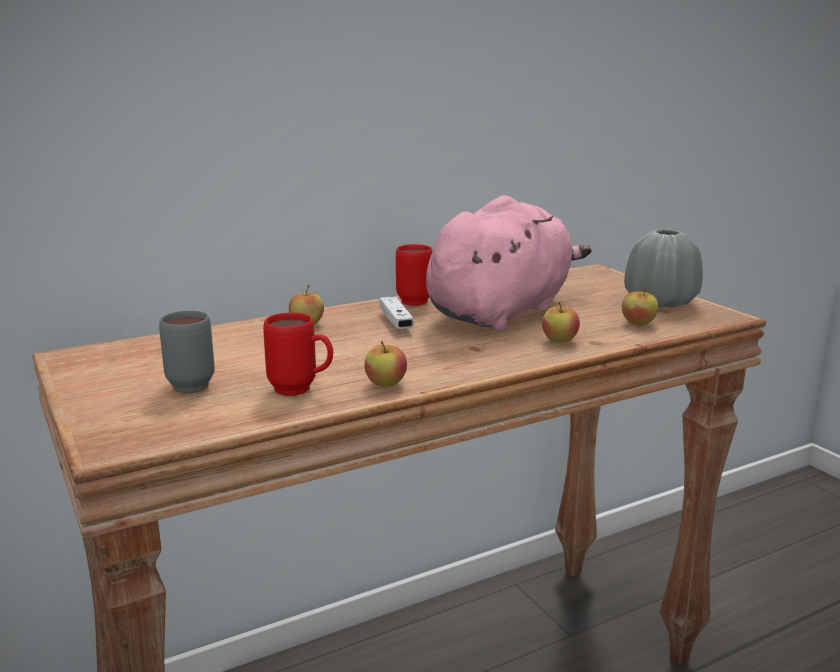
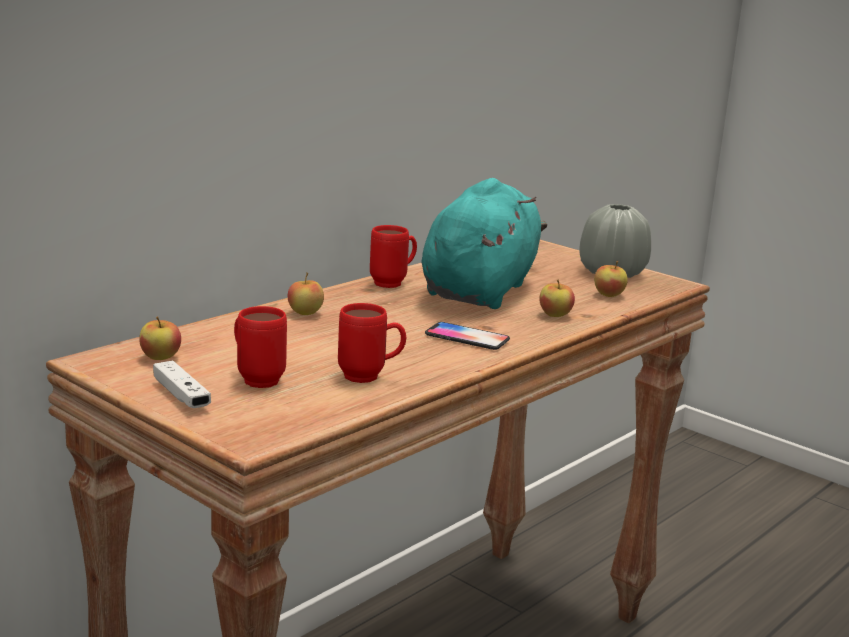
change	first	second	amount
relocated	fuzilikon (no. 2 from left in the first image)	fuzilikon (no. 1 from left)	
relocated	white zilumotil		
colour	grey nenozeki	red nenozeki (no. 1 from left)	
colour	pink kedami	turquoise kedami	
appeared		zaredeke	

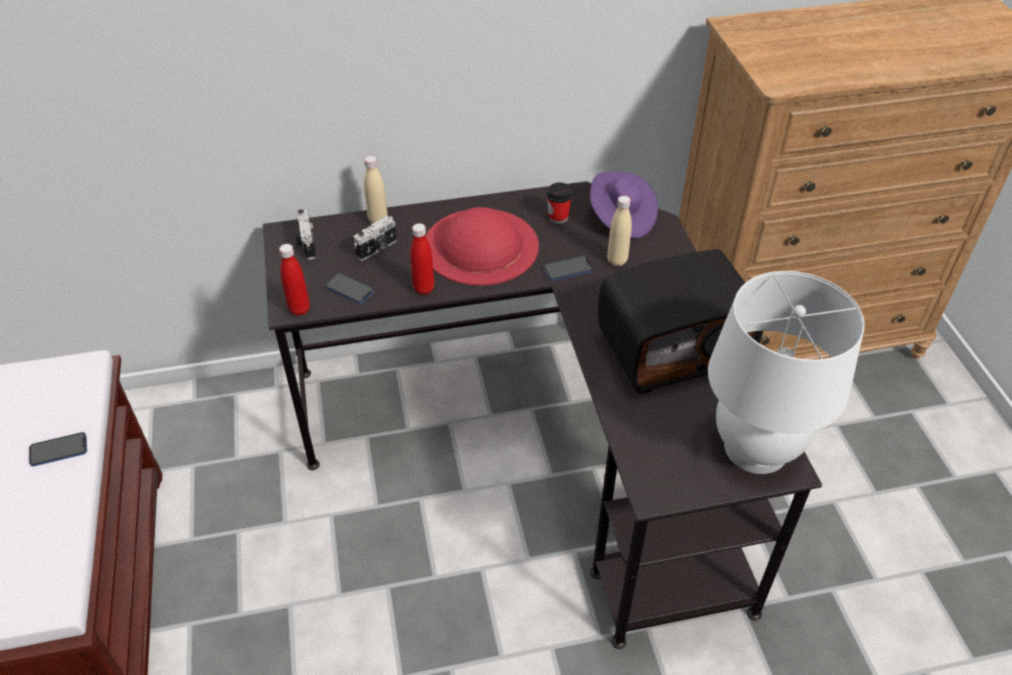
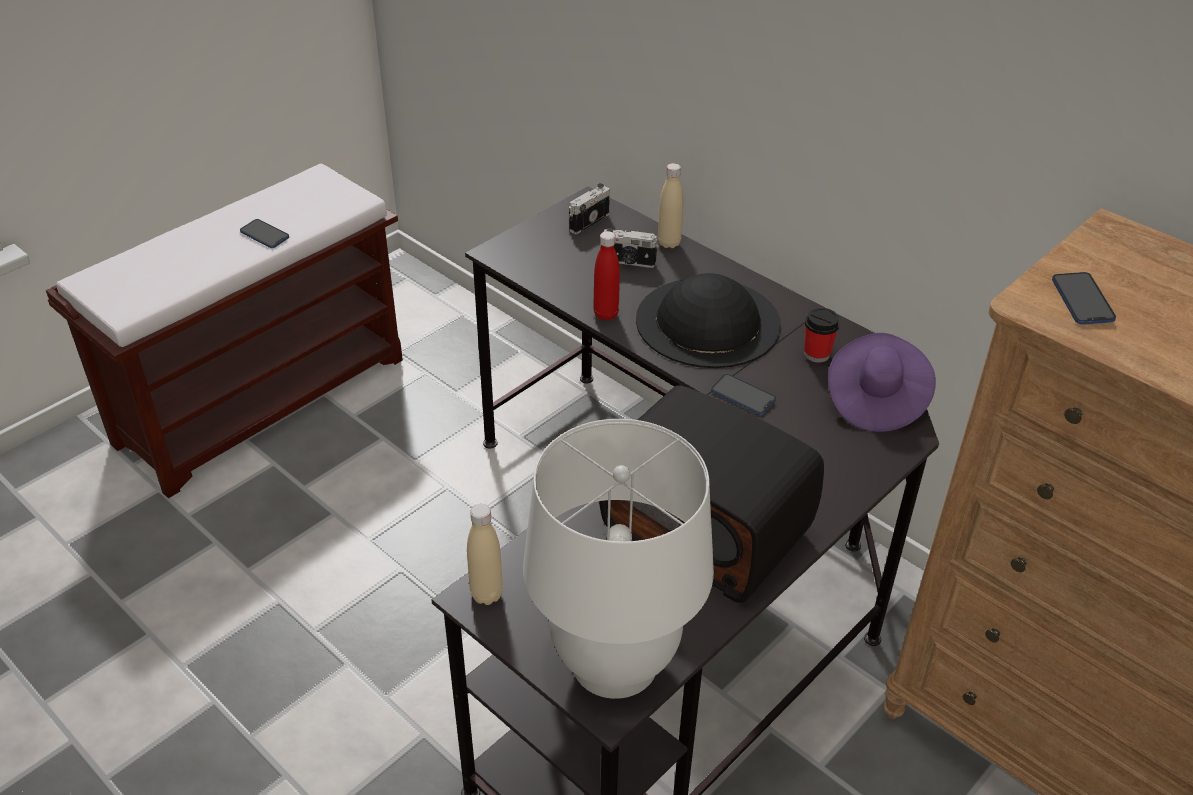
change	first	second	amount
relocated	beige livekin (no. 2 from left in the first image)	beige livekin (no. 1 from left)	
colour	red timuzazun	black timuzazun	
relocated	zaredeke (no. 2 from left in the first image)	zaredeke (no. 3 from left)	
missing	red livekin (no. 1 from left)		

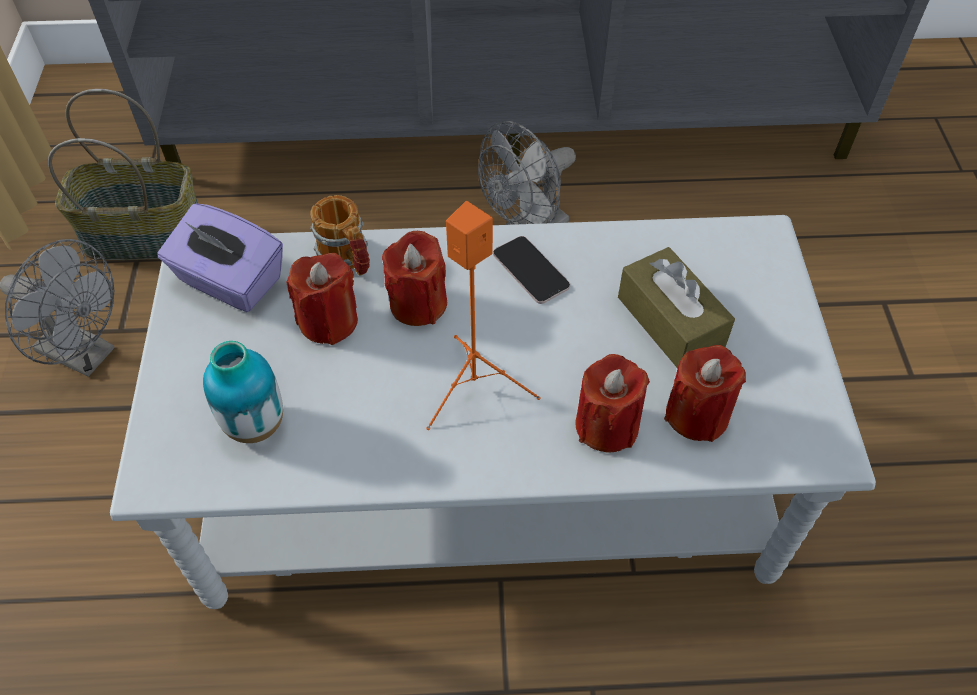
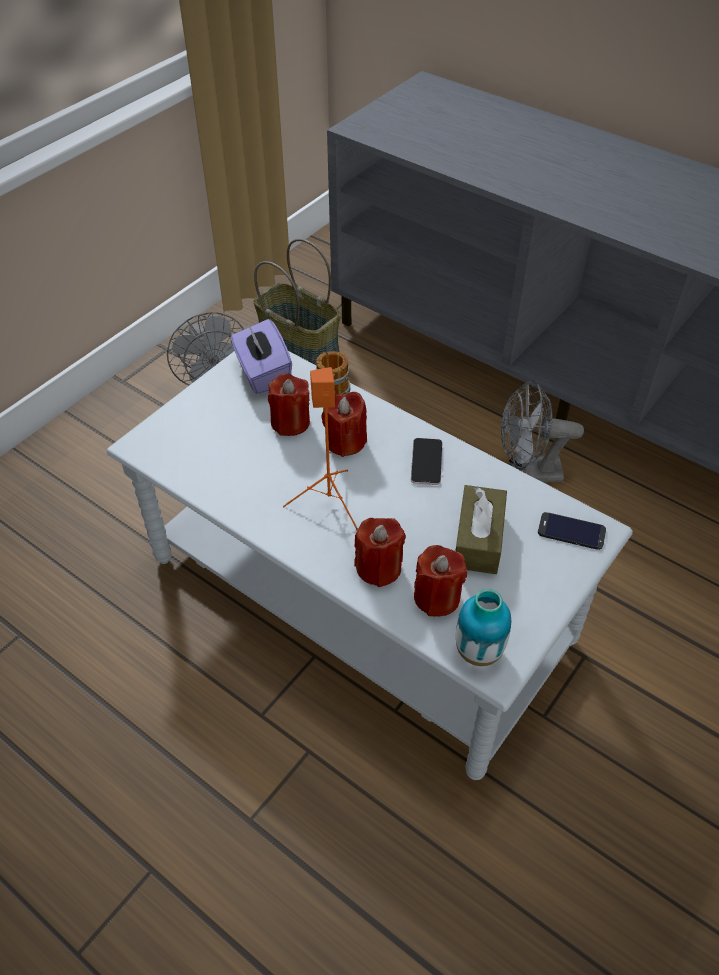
change	first	second	amount
relocated	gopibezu		
appeared		zaredeke (no. 2 from left)	

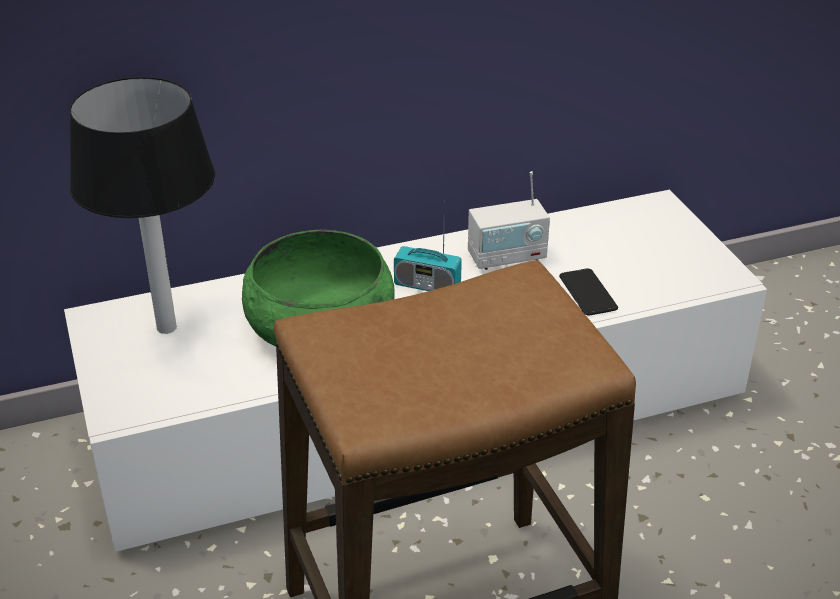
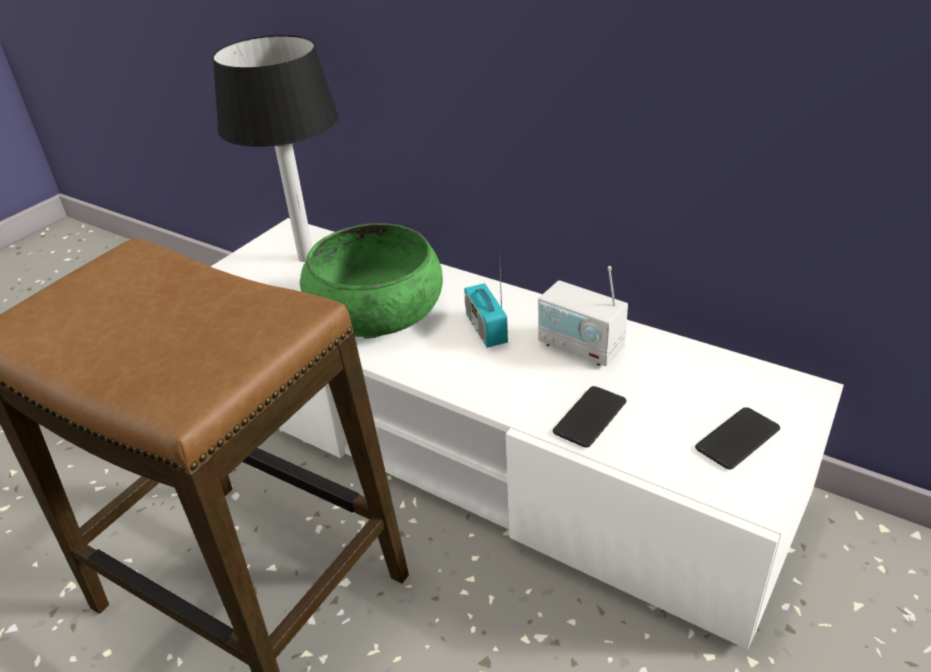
change	first	second	amount
appeared		zaredeke (no. 2 from left)	

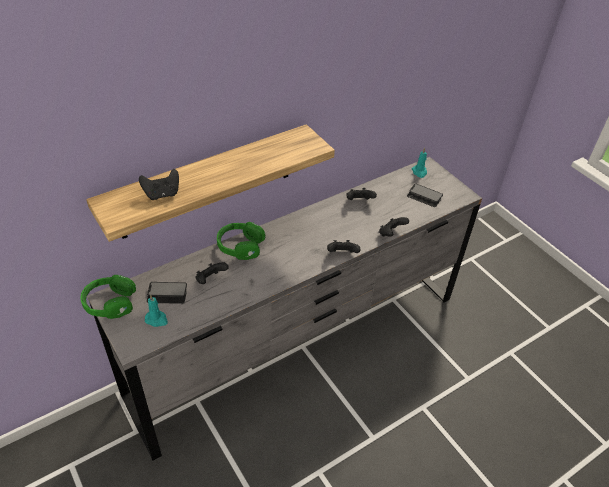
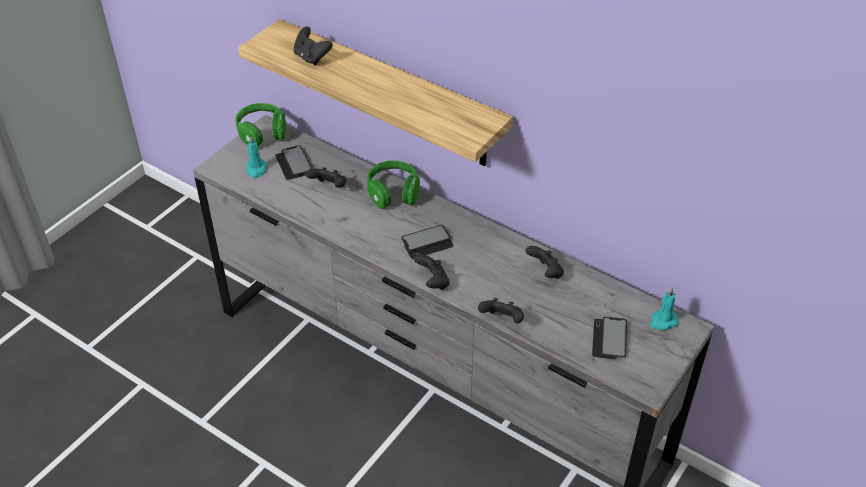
change	first	second	amount
appeared		zaredeke (no. 2 from left)	

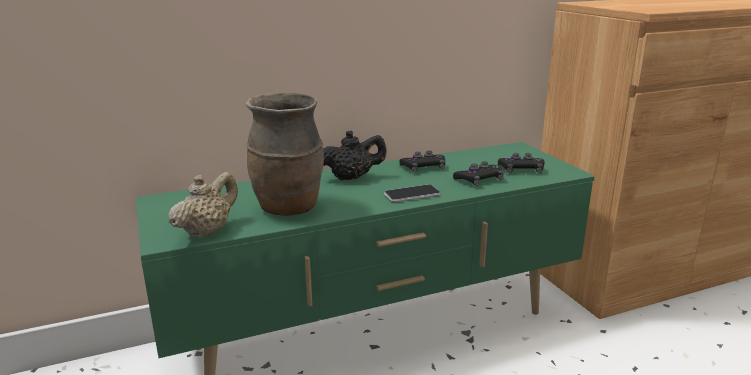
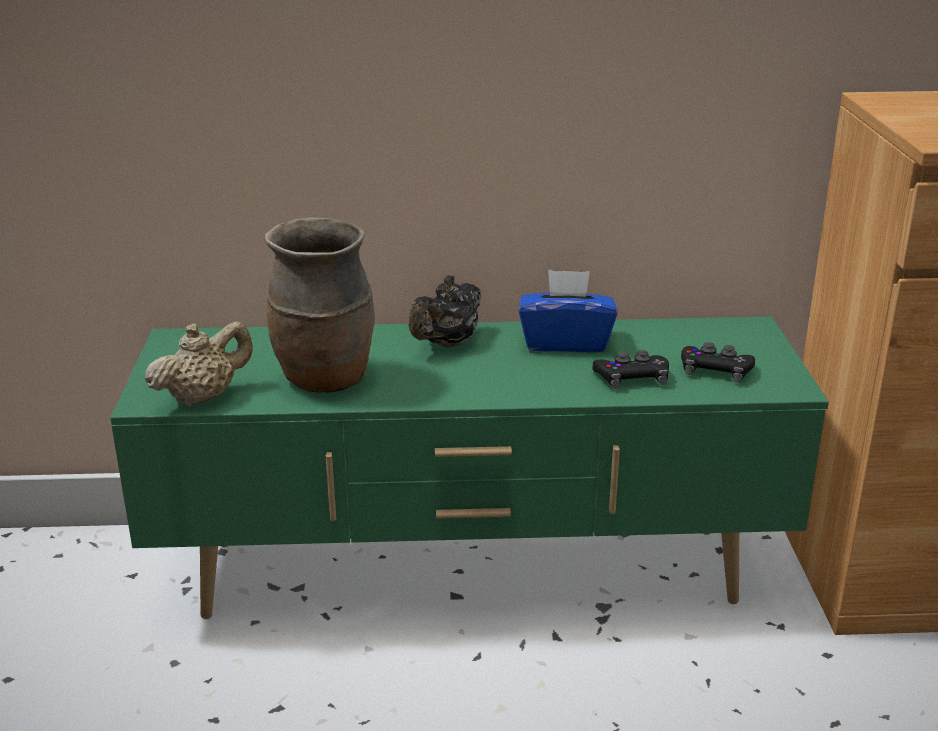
change	first	second	amount
spun	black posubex		120 degrees clockwise
exchanged	black zilumotil (no. 1 from left)	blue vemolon	
missing	zaredeke		

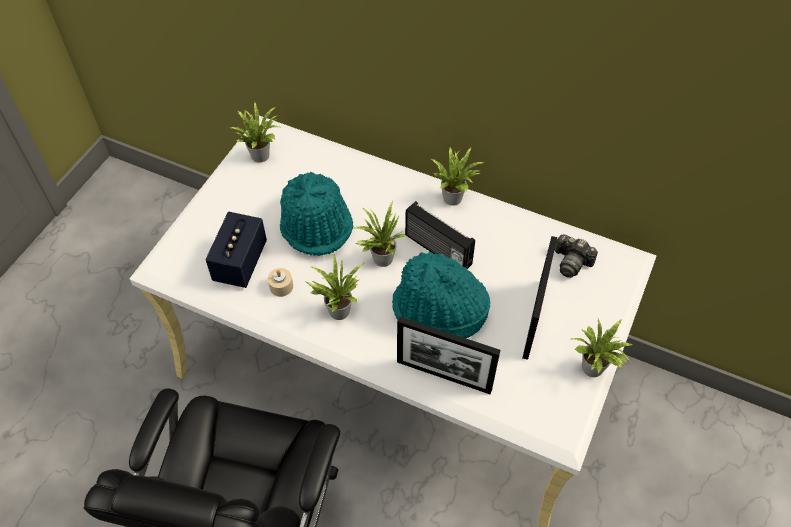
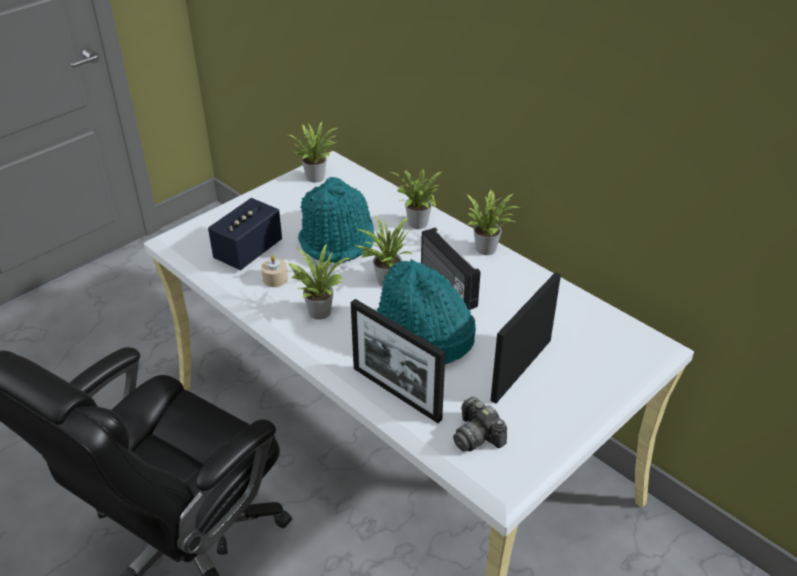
change	first	second	amount
relocated	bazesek (no. 5 from left in the first image)	bazesek (no. 4 from left)	
relocated	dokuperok		

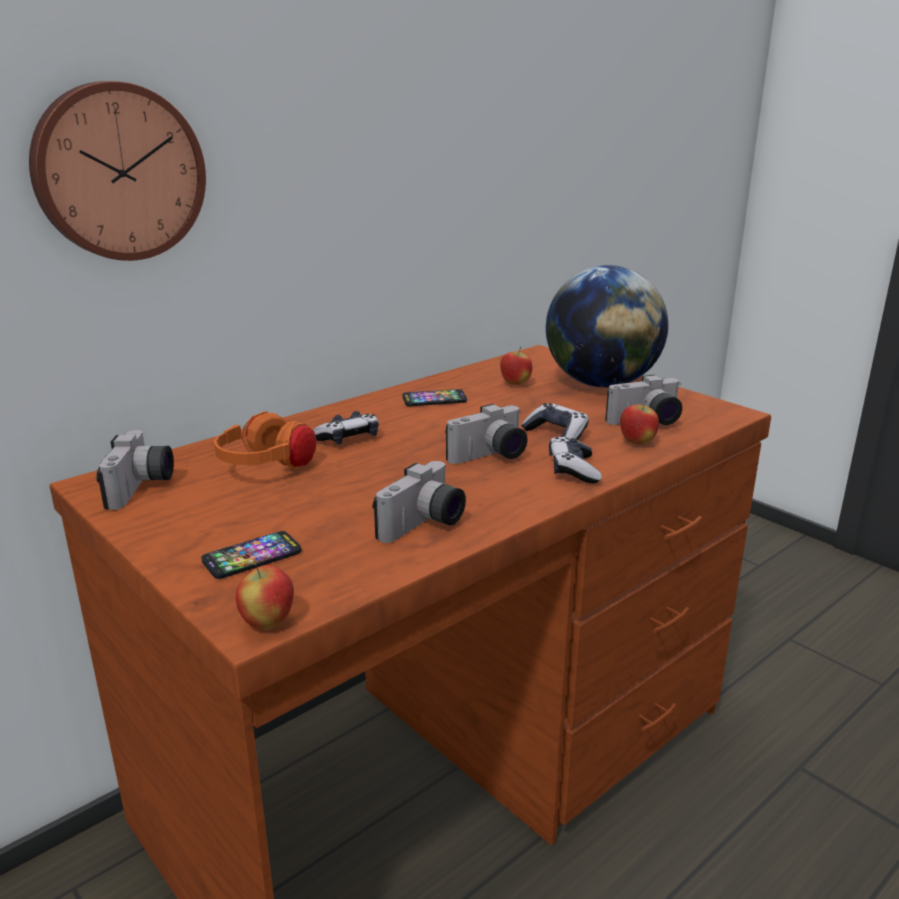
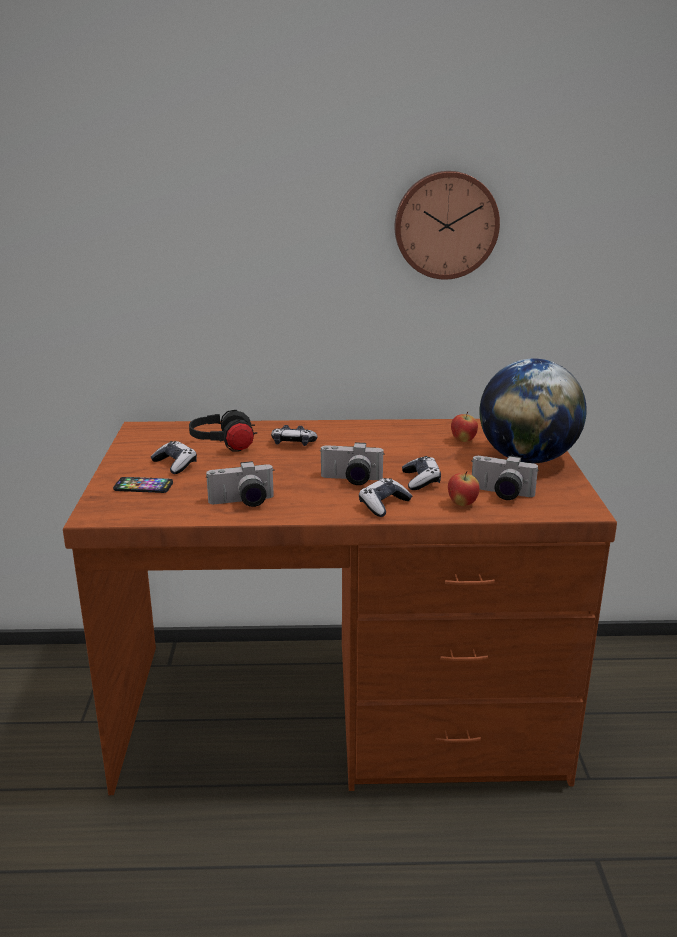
change	first	second	amount
appeared		zilumotil (no. 1 from left)	
colour	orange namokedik	black namokedik	
relocated	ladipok		
missing	dokuperok (no. 1 from left)		
missing	fuzilikon (no. 1 from left)		
missing	zaredeke (no. 2 from left)		

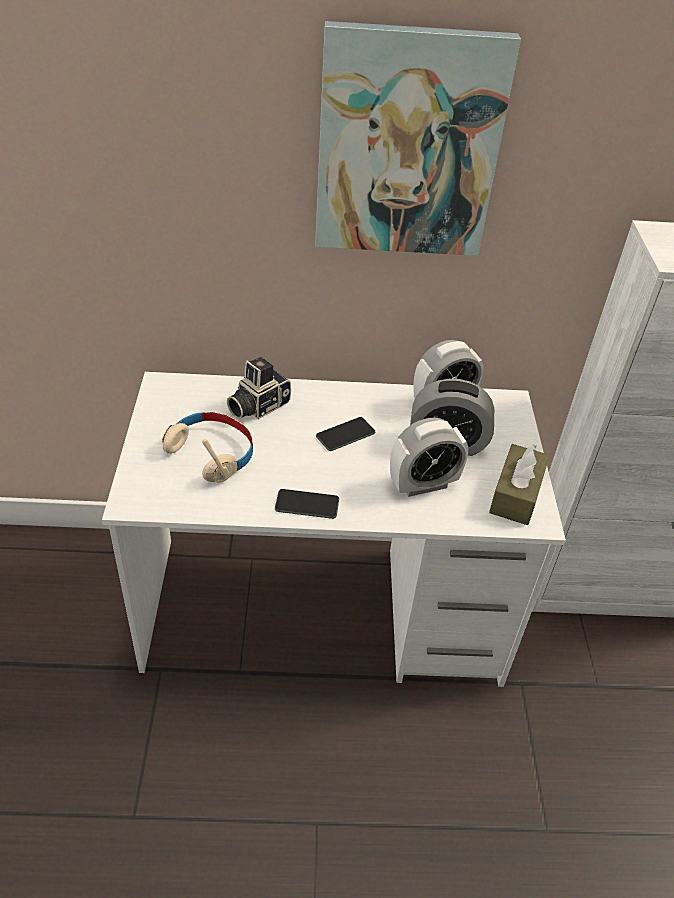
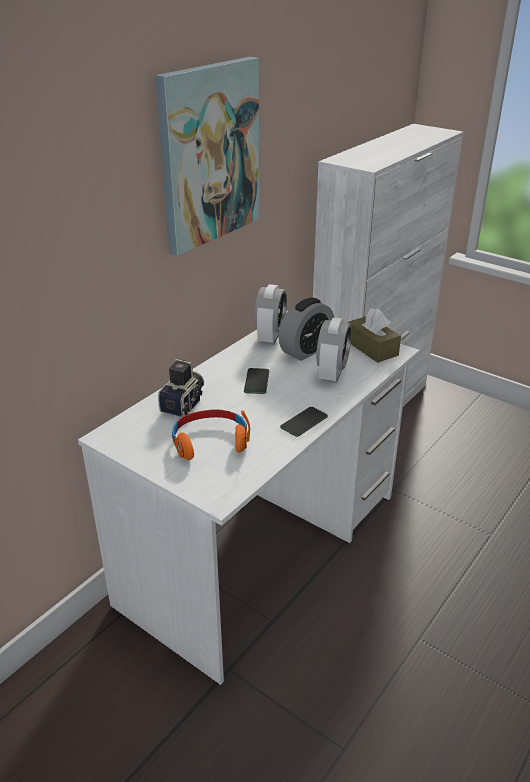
change	first	second	amount
spun	dokuperok		150 degrees counterclockwise
colour	beige namokedik	orange namokedik	

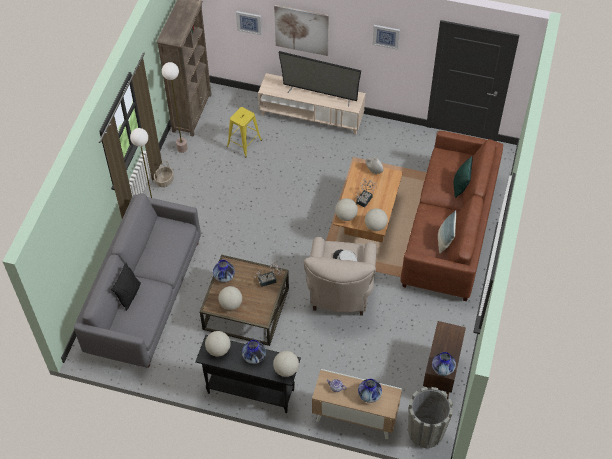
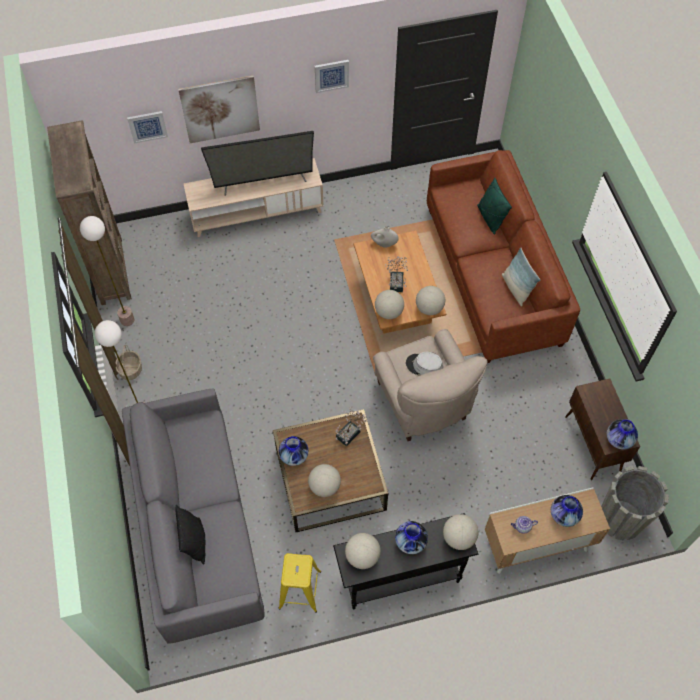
change	first	second	amount
relocated	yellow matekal		

